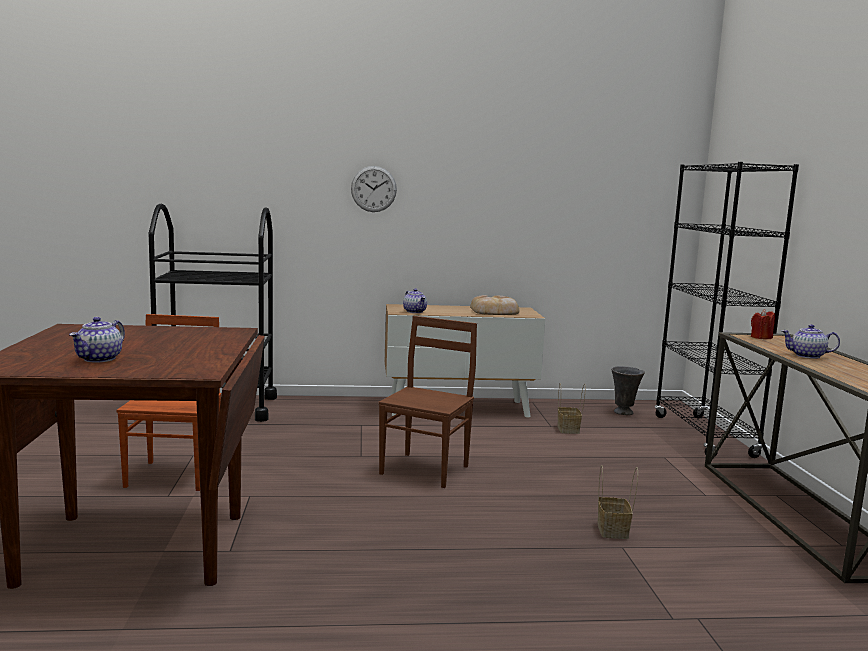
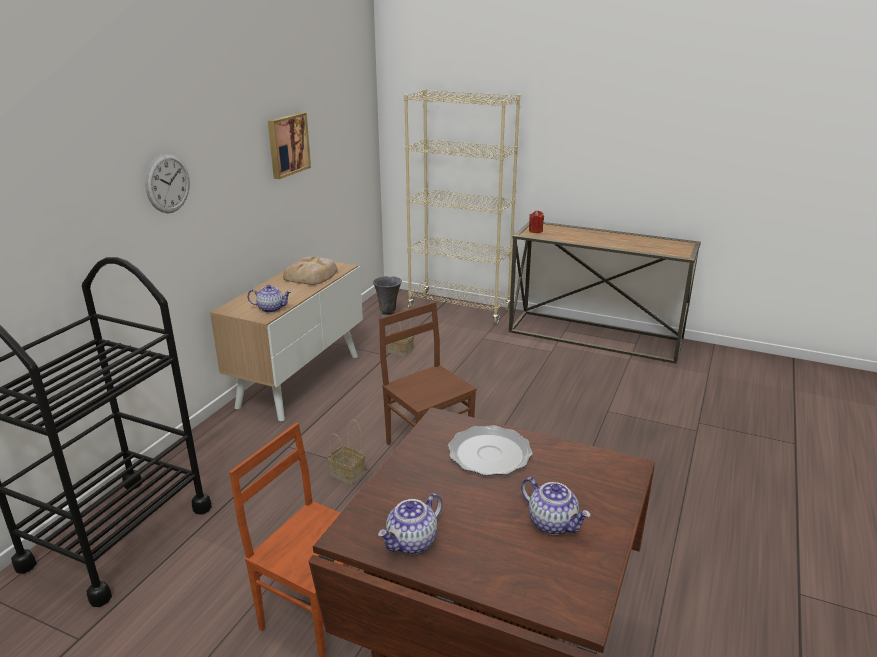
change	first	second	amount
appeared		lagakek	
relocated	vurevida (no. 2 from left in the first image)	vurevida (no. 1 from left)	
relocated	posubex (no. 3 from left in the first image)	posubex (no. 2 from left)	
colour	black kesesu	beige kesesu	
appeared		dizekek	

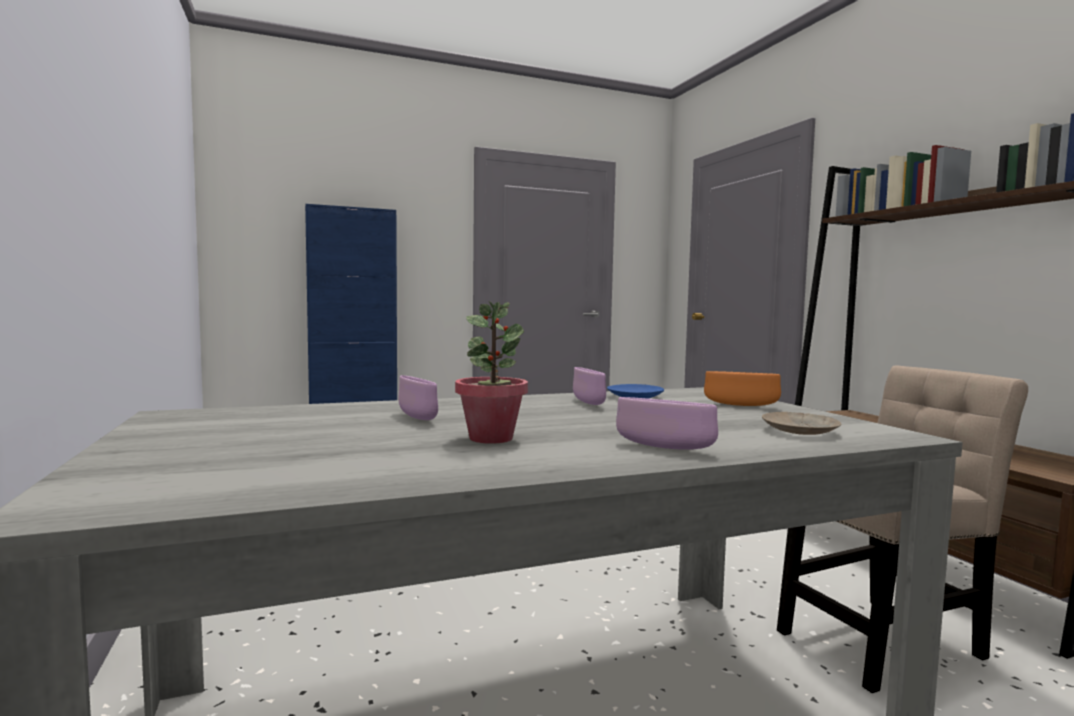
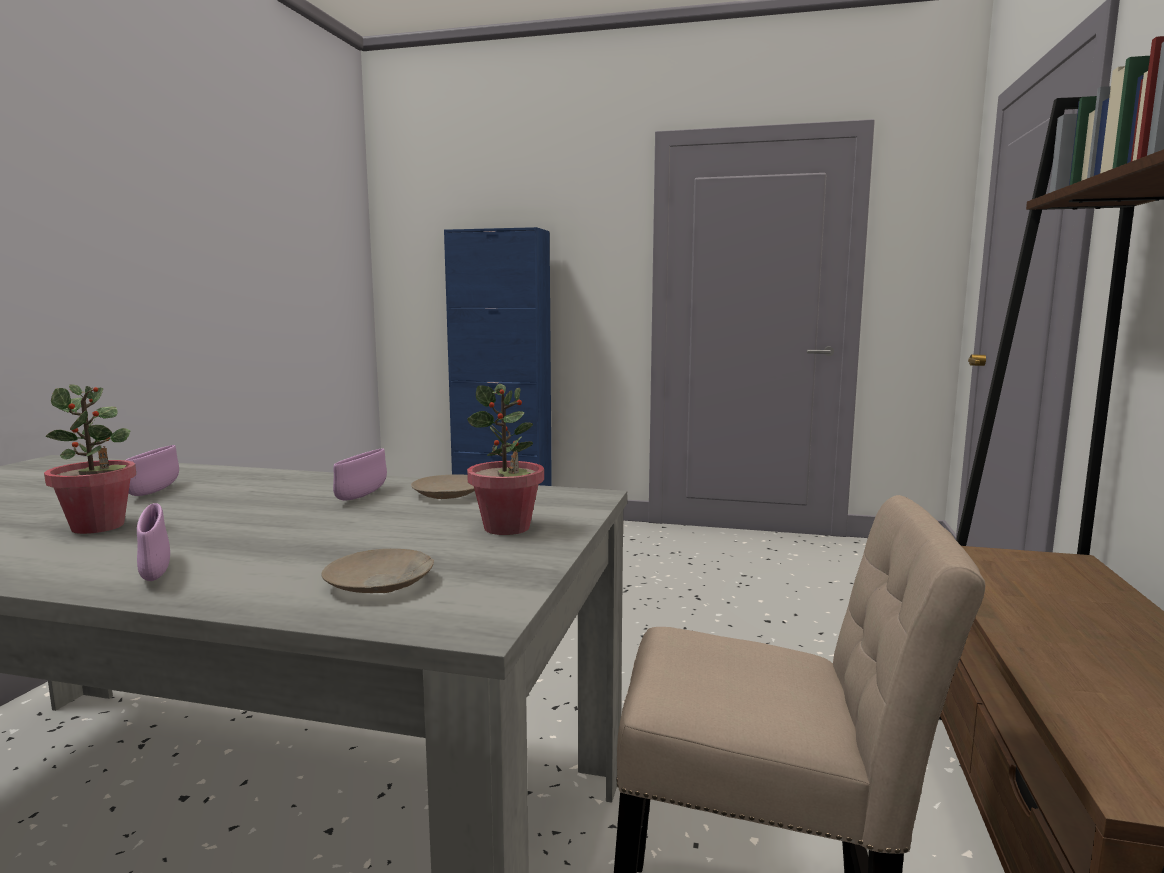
change	first	second	amount
colour	blue dizekek	beige dizekek (no. 2 from left)	
exchanged	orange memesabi	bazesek (no. 2 from left)	

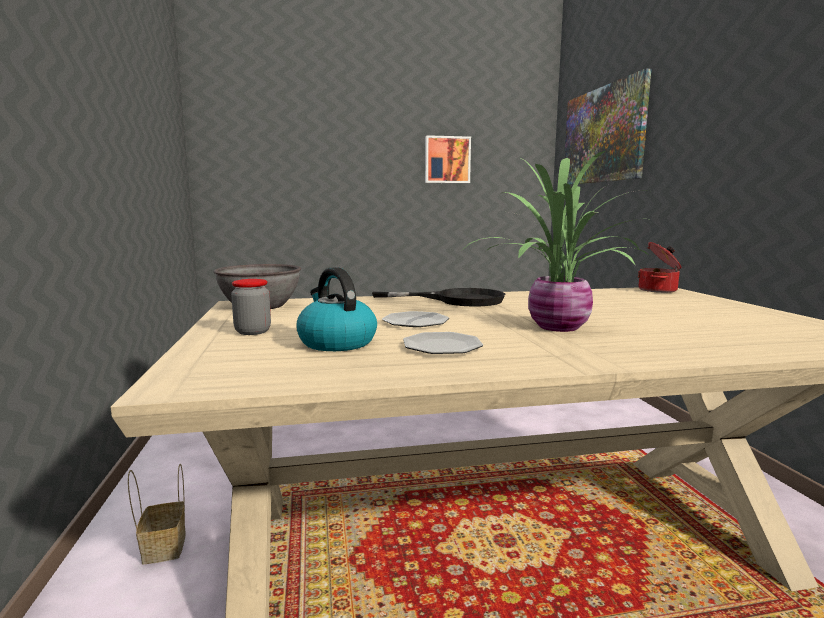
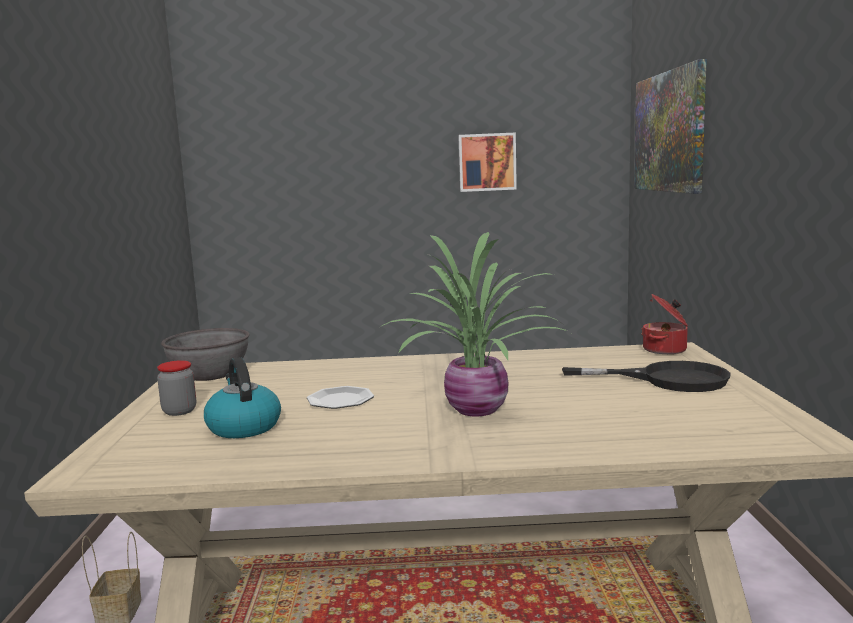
change	first	second	amount
relocated	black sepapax		
missing	dizekek (no. 2 from left)		

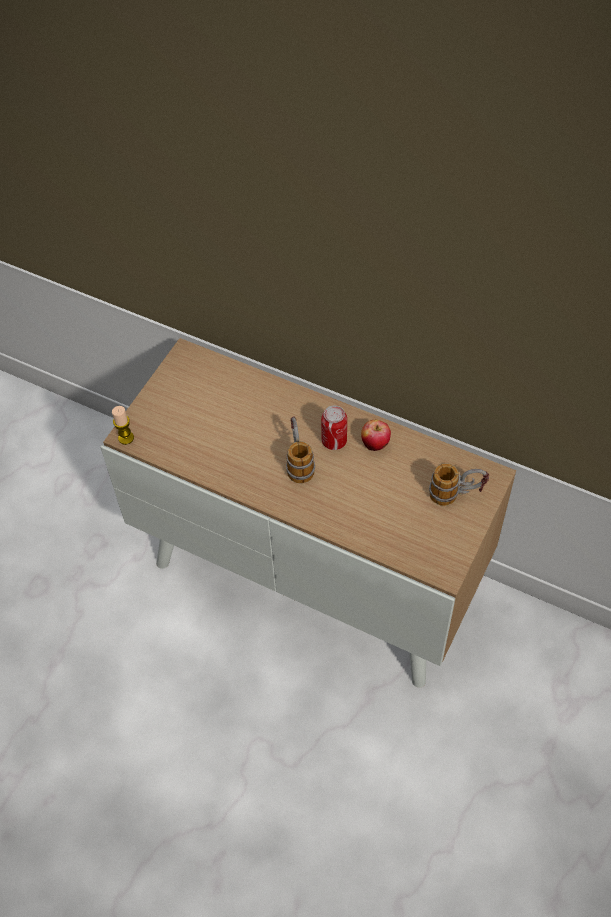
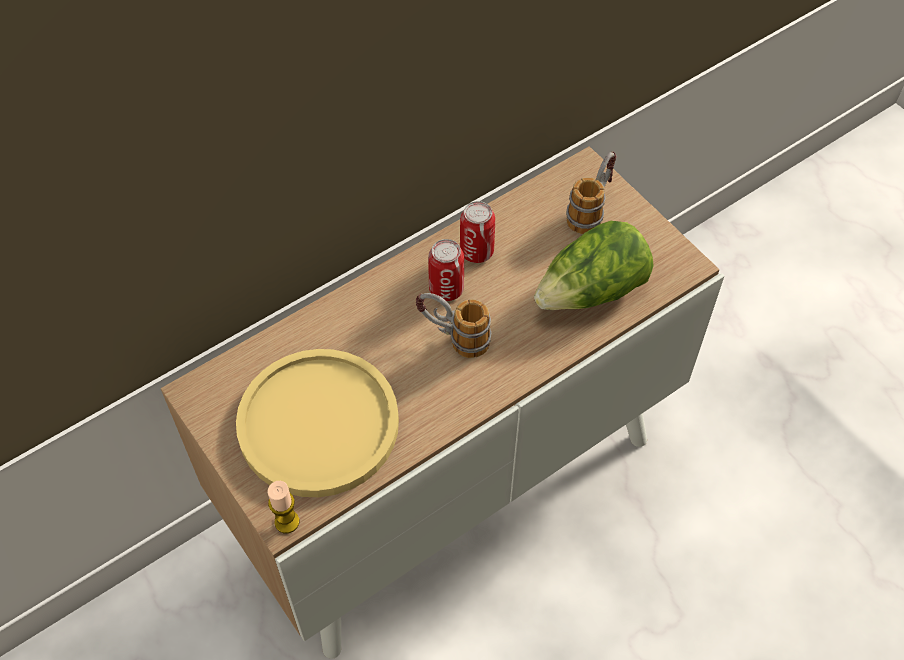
change	first	second	amount
appeared		yellow dizekek	
exchanged	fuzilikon	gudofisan (no. 2 from left)	
appeared		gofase	

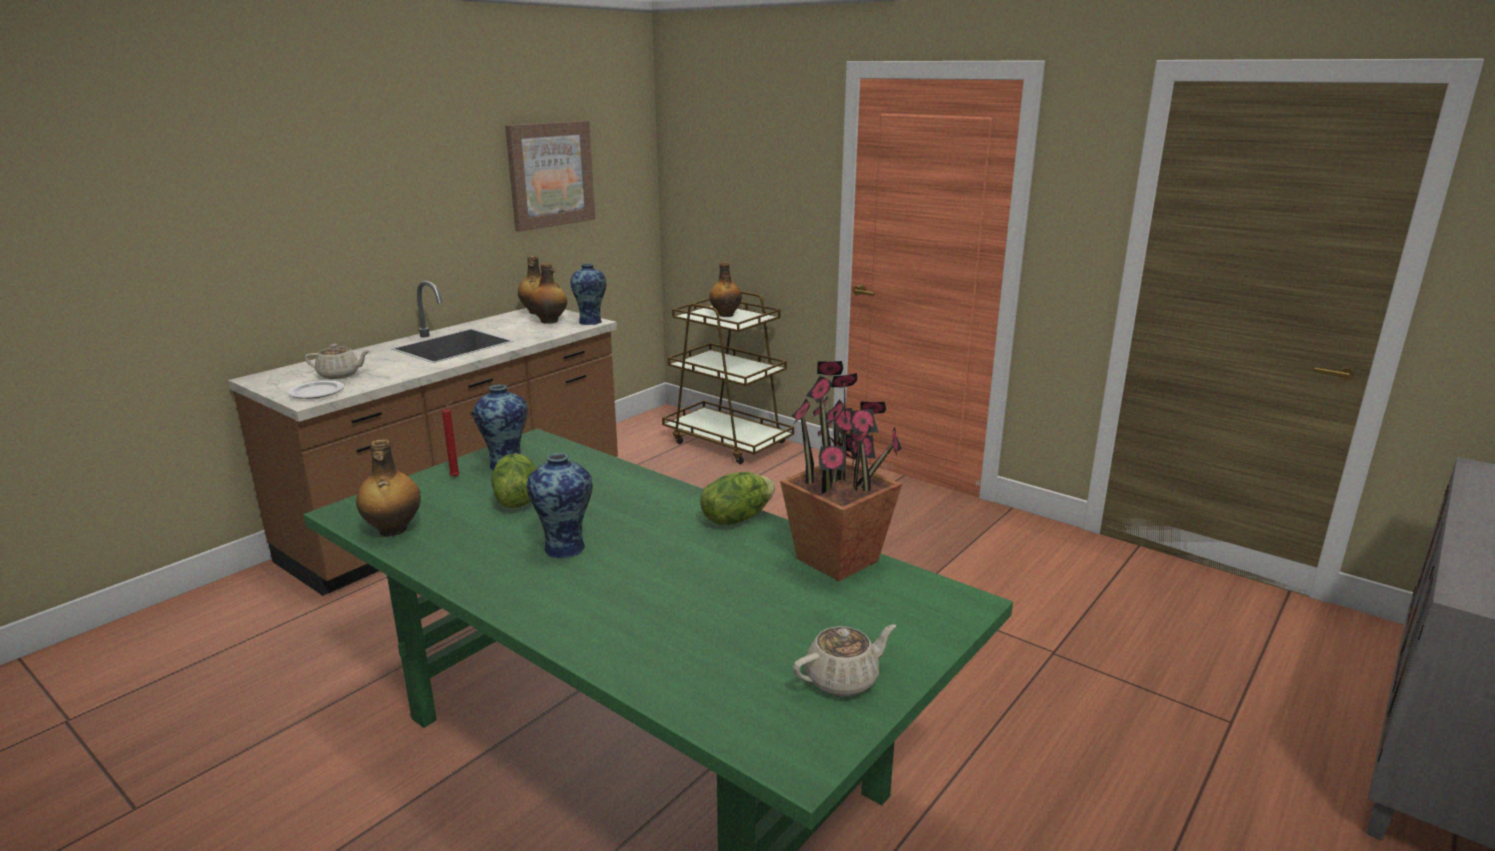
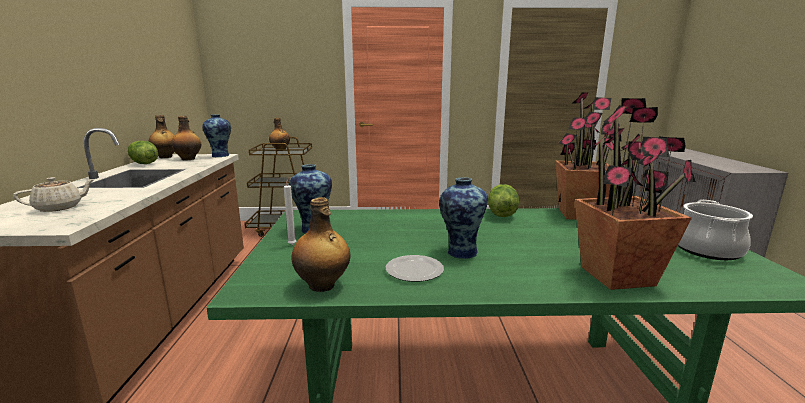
change	first	second	amount
relocated	gofase (no. 1 from left)		
colour	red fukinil	white fukinil	
relocated	dizekek		
appeared		bazesek (no. 2 from left)	
exchanged	beige posubex (no. 2 from left)	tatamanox	
missing	lagakek		

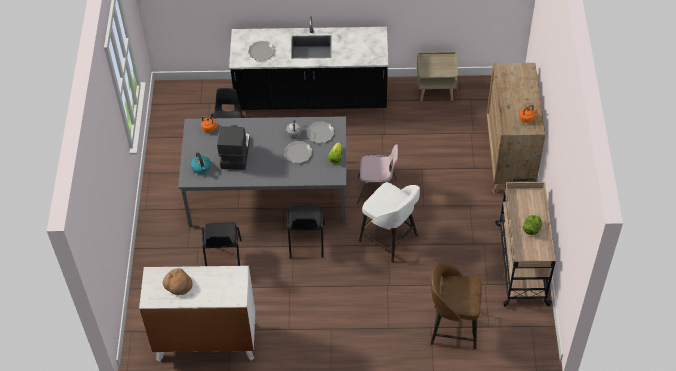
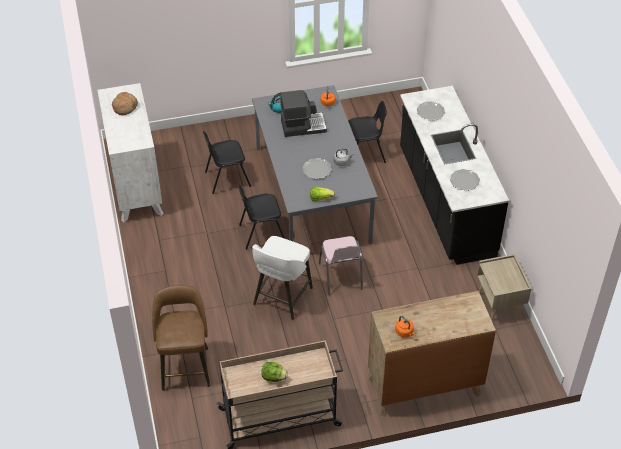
change	first	second	amount
relocated	dizekek (no. 3 from left)		

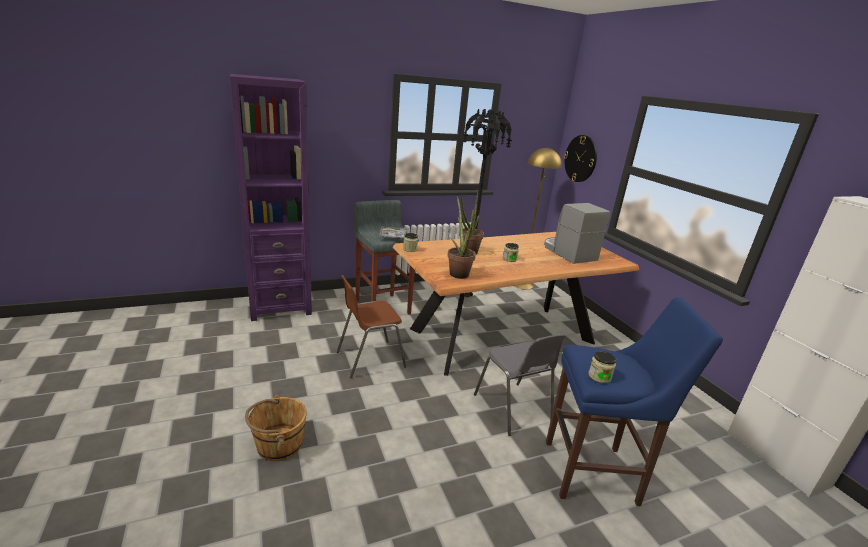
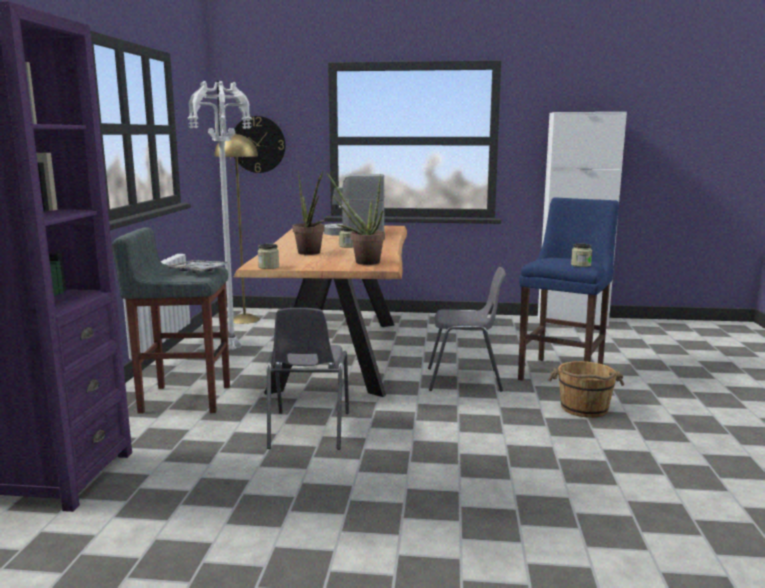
change	first	second	amount
colour	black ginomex	white ginomex	
colour	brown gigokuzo	grey gigokuzo (no. 1 from left)	
relocated	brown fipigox		

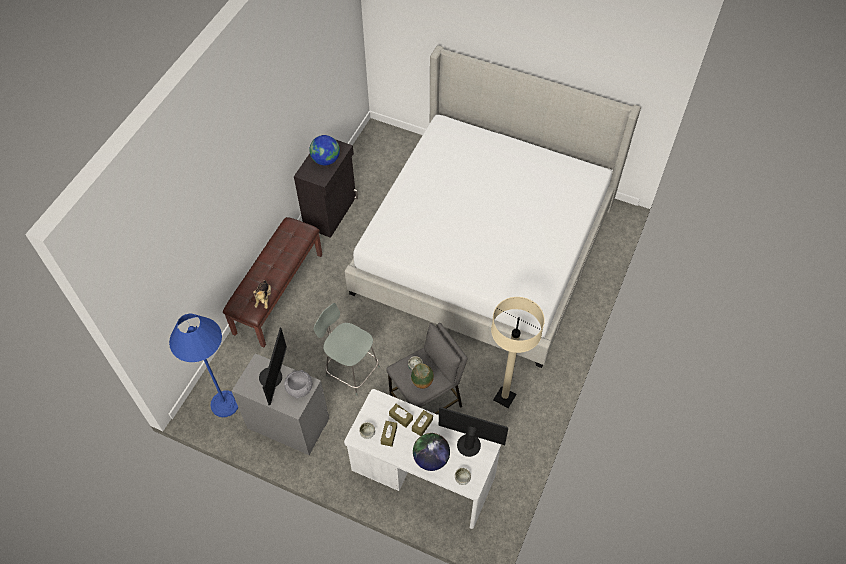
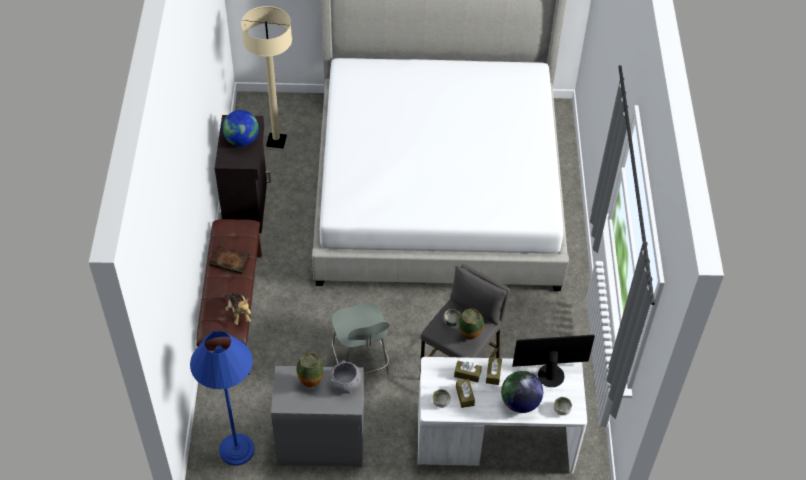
change	first	second	amount
appeared		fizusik	
relocated	beige ginomex		
exchanged	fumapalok (no. 1 from left)	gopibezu (no. 1 from left)	
spun	grey gigokuzo		120 degrees counterclockwise

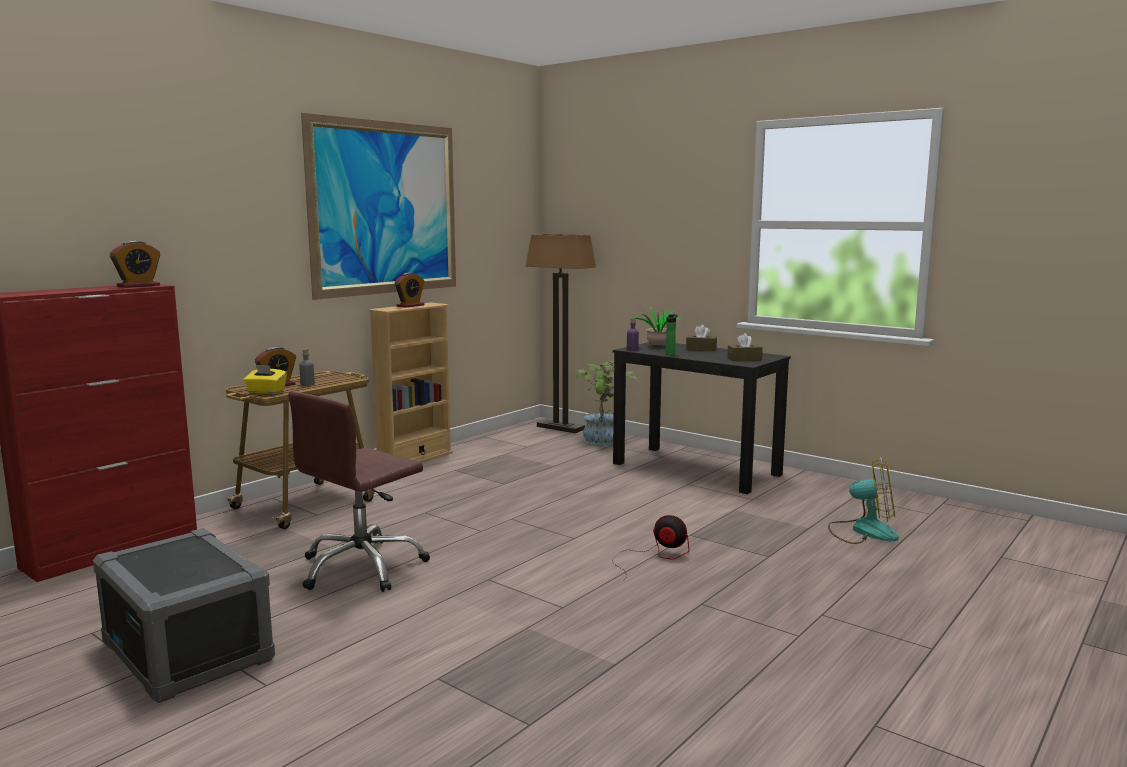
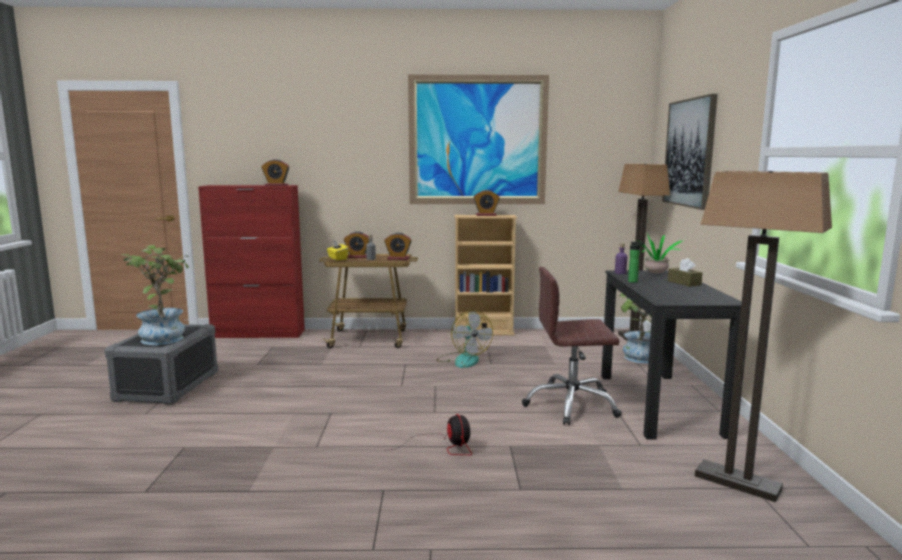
change	first	second	amount
appeared		bazesek (no. 1 from left)	
appeared		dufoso (no. 3 from left)	
relocated	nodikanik (no. 2 from left)		
relocated	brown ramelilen		
appeared		lagakek (no. 2 from left)	
appeared		ginomex (no. 2 from left)	
missing	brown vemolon (no. 2 from left)		

